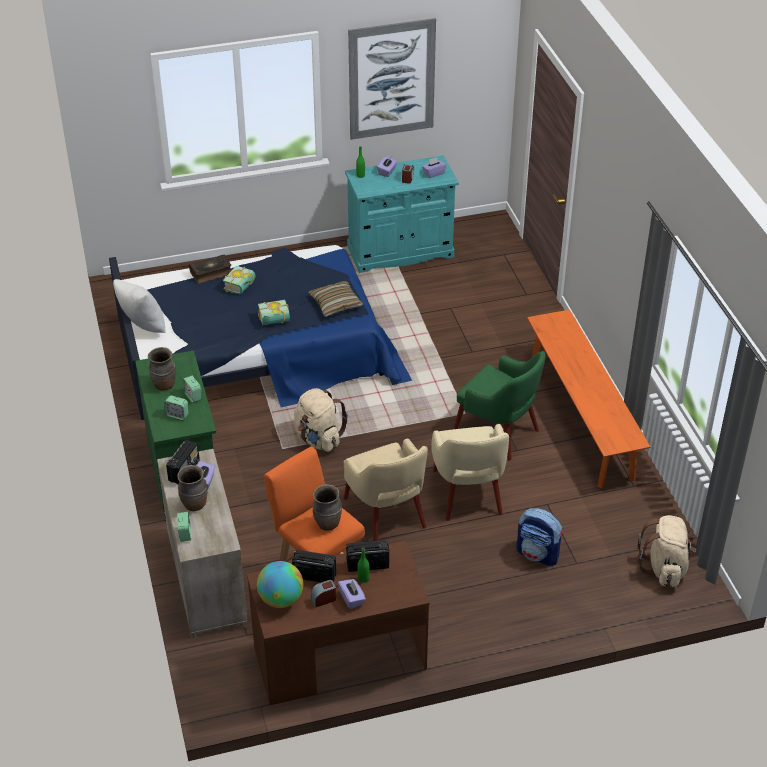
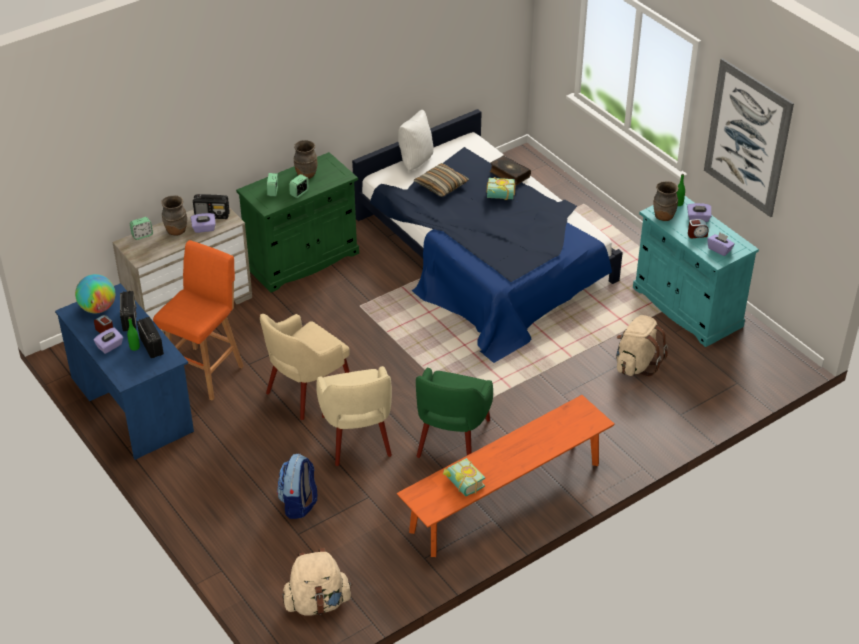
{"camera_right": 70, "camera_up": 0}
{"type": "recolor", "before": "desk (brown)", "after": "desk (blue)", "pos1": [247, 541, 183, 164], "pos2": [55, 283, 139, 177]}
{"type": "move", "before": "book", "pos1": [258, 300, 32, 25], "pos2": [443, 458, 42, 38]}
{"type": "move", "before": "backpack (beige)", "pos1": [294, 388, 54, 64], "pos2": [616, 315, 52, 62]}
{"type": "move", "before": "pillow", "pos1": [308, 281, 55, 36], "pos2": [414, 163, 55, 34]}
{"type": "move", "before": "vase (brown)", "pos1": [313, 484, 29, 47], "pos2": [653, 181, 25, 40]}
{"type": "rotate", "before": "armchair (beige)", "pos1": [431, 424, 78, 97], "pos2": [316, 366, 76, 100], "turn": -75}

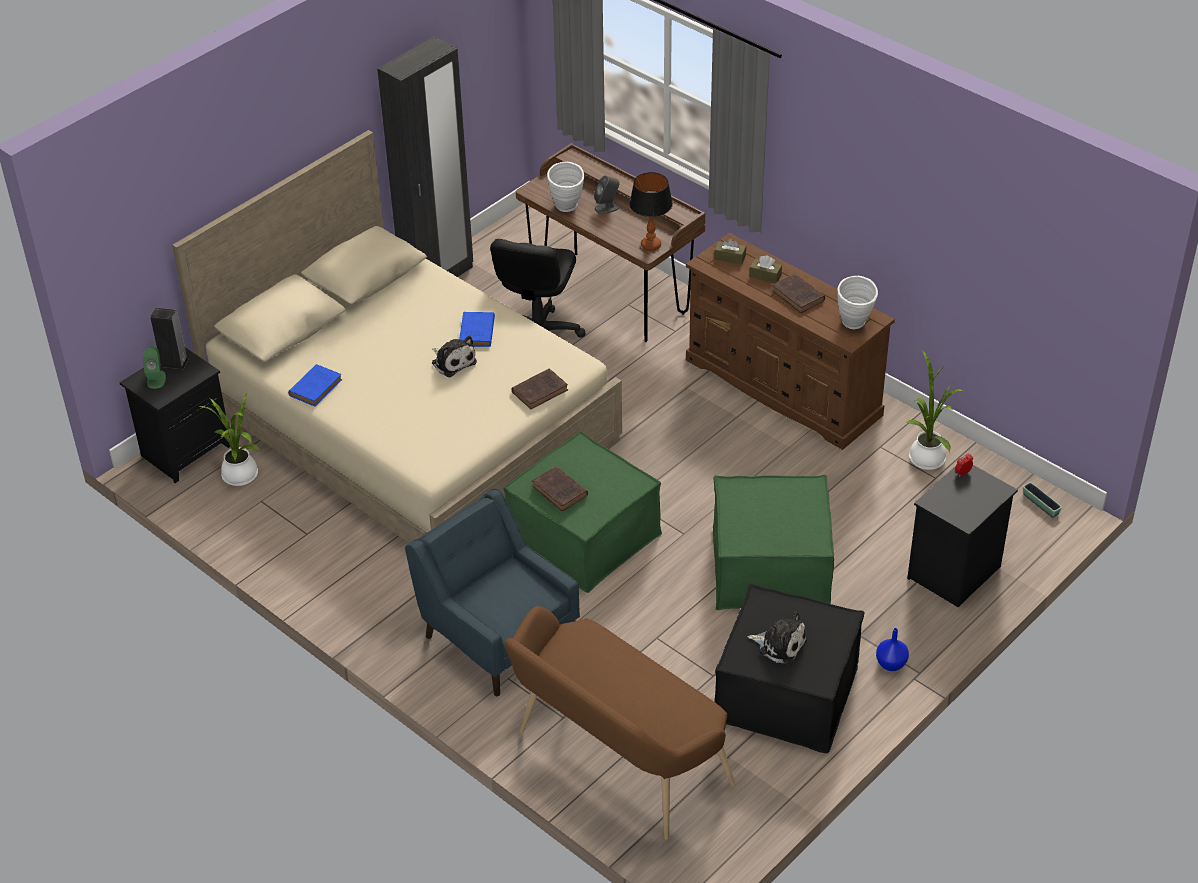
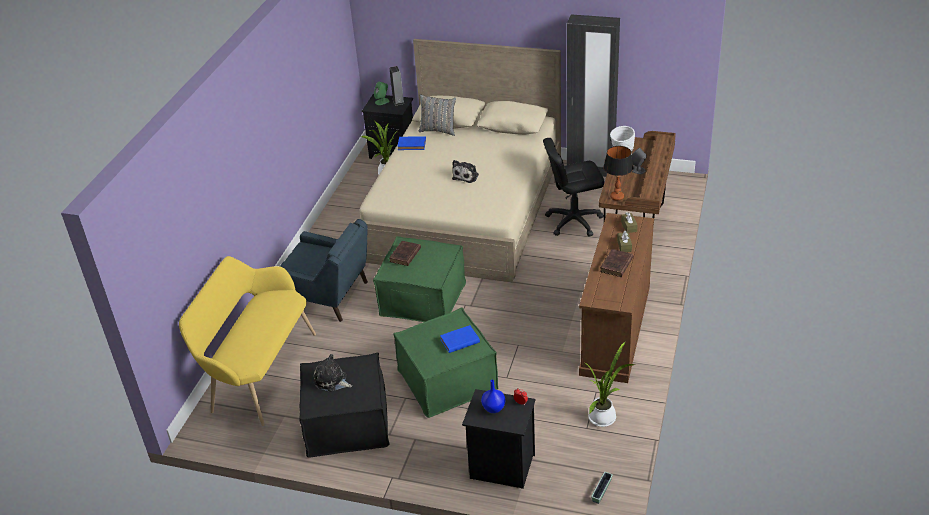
{"camera_right": 65, "camera_up": -5}
{"type": "rotate", "before": "armchair (blue)", "pos1": [405, 488, 175, 208], "pos2": [280, 219, 88, 103], "turn": 90}
{"type": "move", "before": "book (blue)", "pos1": [459, 312, 36, 35], "pos2": [440, 325, 40, 28]}
{"type": "recolor", "before": "bench (brown)", "after": "bench (yellow)", "pos1": [504, 606, 232, 234], "pos2": [179, 256, 137, 170]}
{"type": "delete", "before": "book (brown)", "pos1": [512, 368, 56, 41]}
{"type": "rotate", "before": "plush toy", "pos1": [747, 611, 60, 54], "pos2": [313, 354, 39, 38], "turn": 120}
{"type": "delete", "before": "vase (white)", "pos1": [837, 276, 41, 53]}
{"type": "move", "before": "vase (blue)", "pos1": [876, 628, 33, 43], "pos2": [481, 380, 24, 33]}
{"type": "insert", "after": "pillow (grey)", "pos2": [418, 95, 38, 41]}

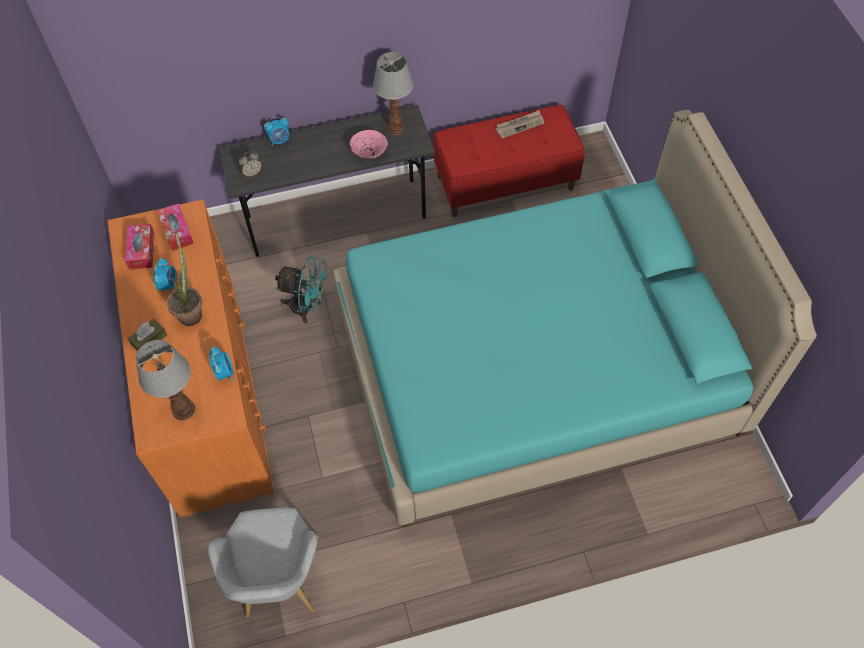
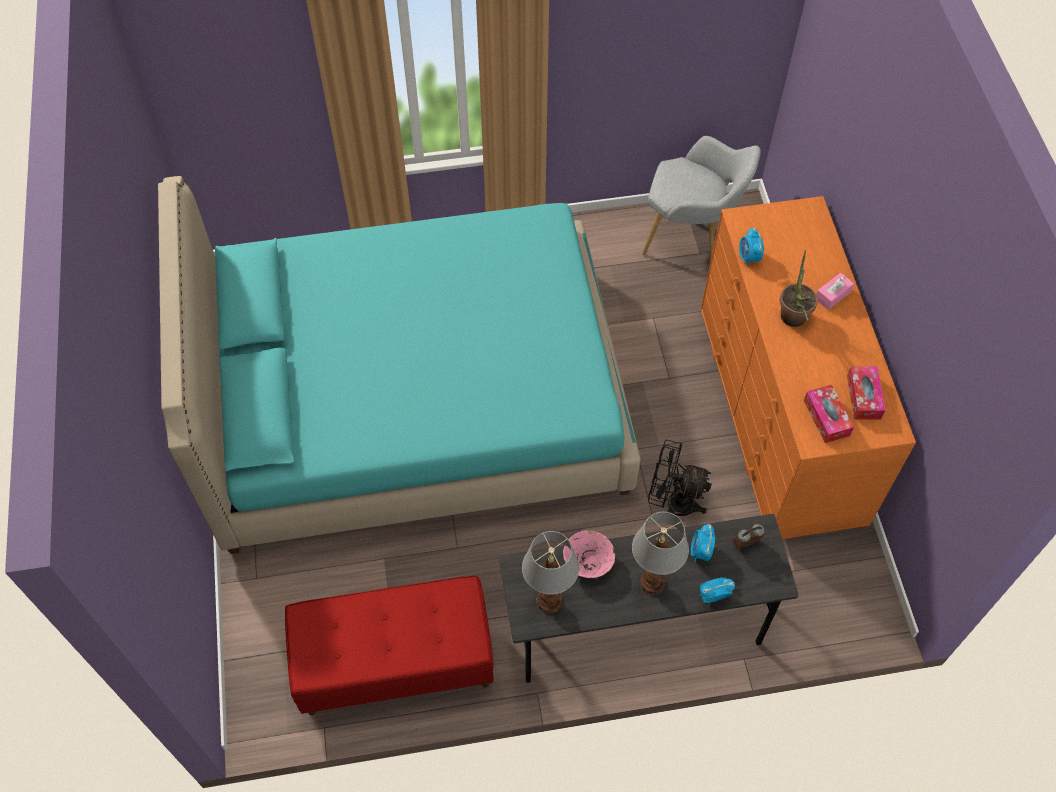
{"camera_right": -175, "camera_up": 0}
{"type": "recolor", "before": "tissue box (brown)", "after": "tissue box (pink)", "pos1": [128, 318, 39, 34], "pos2": [816, 273, 38, 37]}
{"type": "move", "before": "table lamp", "pos1": [136, 340, 59, 80], "pos2": [632, 512, 57, 83]}
{"type": "move", "before": "alarm clock", "pos1": [153, 258, 24, 35], "pos2": [691, 524, 24, 38]}
{"type": "rotate", "before": "armchair (grey)", "pos1": [208, 508, 111, 110], "pos2": [642, 136, 119, 126], "turn": 105}
{"type": "recolor", "before": "fan (turquoise)", "after": "fan (black)", "pos1": [275, 256, 53, 67], "pos2": [648, 440, 64, 76]}
{"type": "delete", "before": "newspaper", "pos1": [496, 110, 48, 28]}

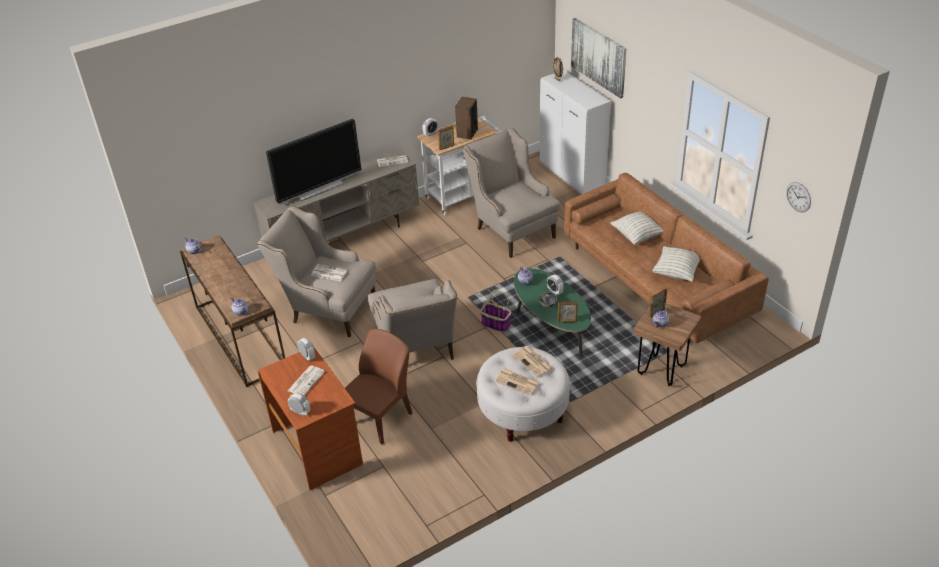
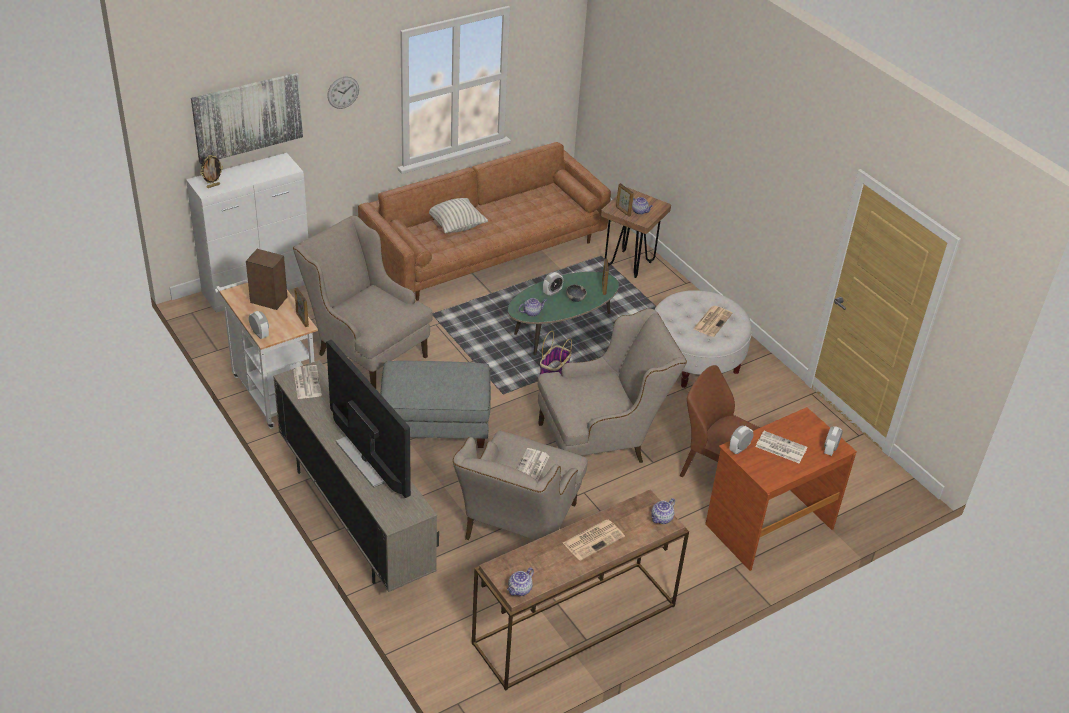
{"camera_right": -95, "camera_up": 0}
{"type": "rotate", "before": "armchair (beige)", "pos1": [462, 128, 98, 130], "pos2": [293, 216, 140, 173], "turn": 75}
{"type": "move", "before": "newspaper", "pos1": [512, 346, 41, 31], "pos2": [563, 520, 62, 41]}
{"type": "delete", "before": "pillow", "pos1": [652, 246, 48, 36]}
{"type": "move", "before": "wall clock", "pos1": [786, 182, 25, 30], "pos2": [327, 76, 32, 33]}
{"type": "insert", "after": "ottoman (grey)", "pos2": [380, 361, 111, 87]}

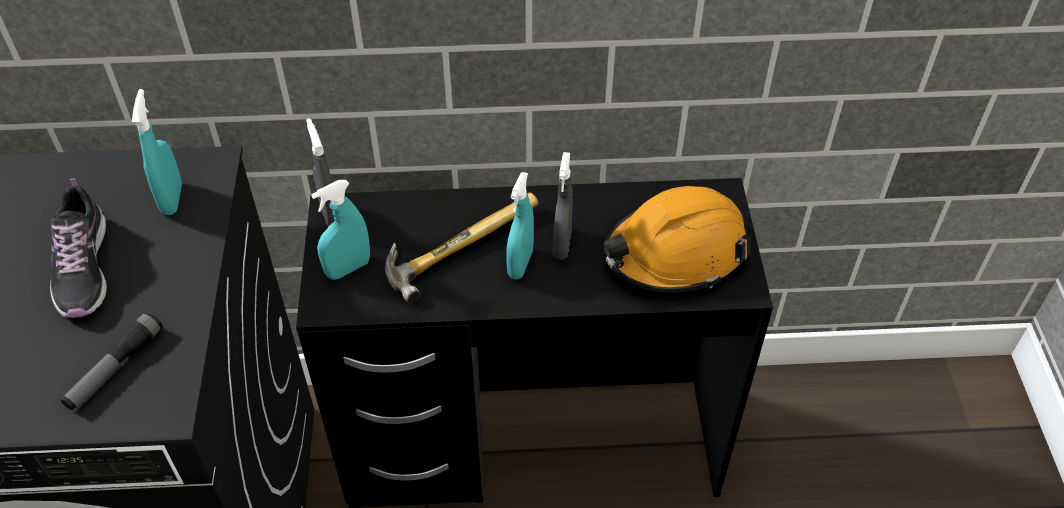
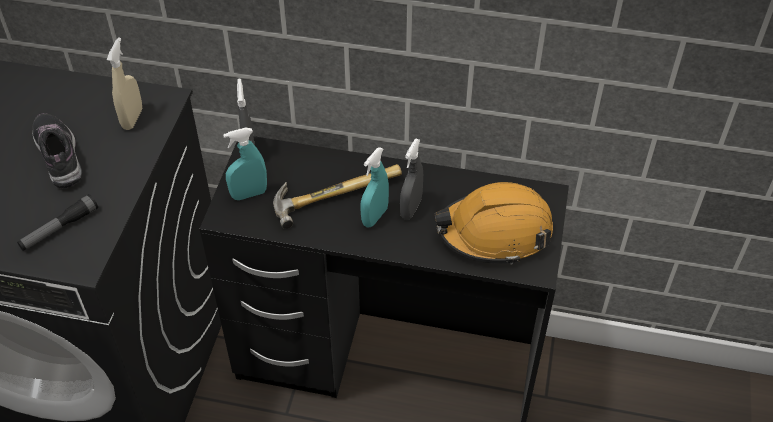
{"camera_right": 15, "camera_up": 0}
{"type": "rotate", "before": "shoe", "pos1": [50, 179, 57, 139], "pos2": [32, 113, 51, 75], "turn": 150}
{"type": "recolor", "before": "spray bottle (turquoise)", "after": "spray bottle (beige)", "pos1": [132, 89, 50, 126], "pos2": [107, 37, 35, 93]}

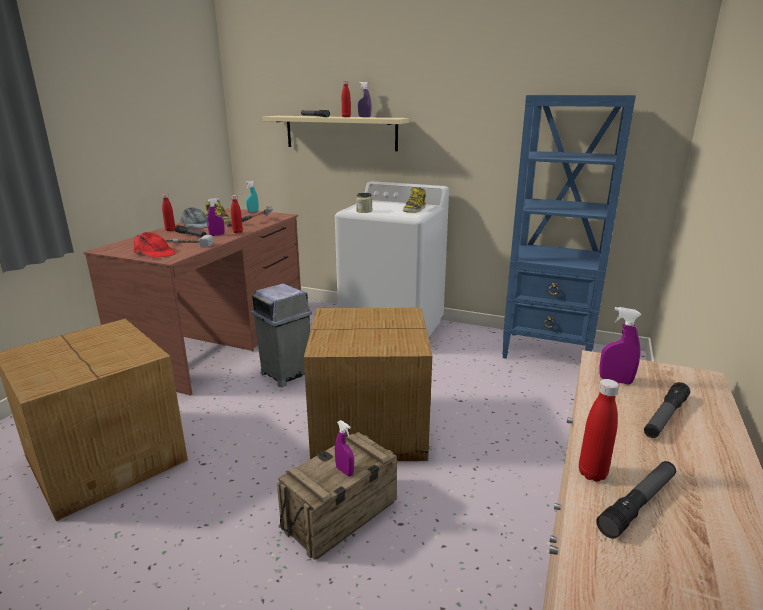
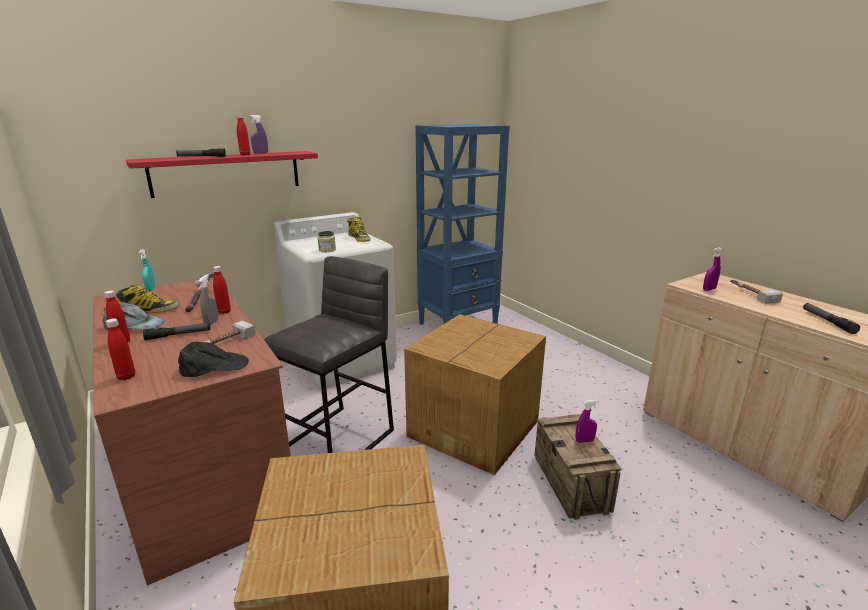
{"camera_right": -55, "camera_up": 0}
{"type": "recolor", "before": "cap (red)", "after": "cap (black)", "pos1": [134, 232, 42, 26], "pos2": [178, 342, 71, 35]}
{"type": "recolor", "before": "spray bottle (purple)", "after": "spray bottle (grey)", "pos1": [207, 198, 18, 38], "pos2": [199, 274, 19, 51]}
{"type": "replace", "before": "trash can (grey)", "after": "stool (grey)", "pos1": [251, 283, 61, 104], "pos2": [264, 256, 130, 197]}
{"type": "recolor", "before": "shelf (beige)", "after": "shelf (red)", "pos1": [263, 116, 147, 35], "pos2": [126, 151, 192, 47]}
{"type": "move", "before": "bottle (red)", "pos1": [579, 379, 40, 103], "pos2": [106, 318, 29, 62]}
{"type": "replace", "before": "flashlight", "after": "hammer", "pos1": [644, 382, 46, 56], "pos2": [730, 280, 53, 24]}

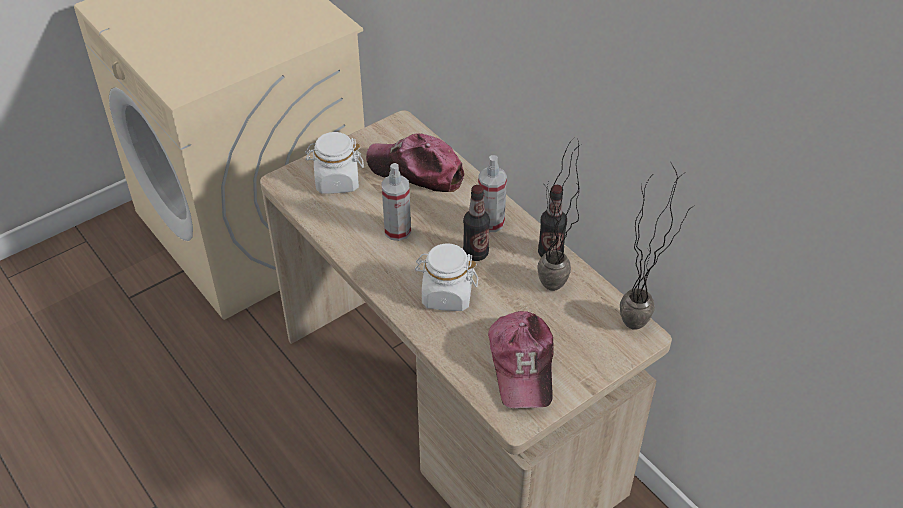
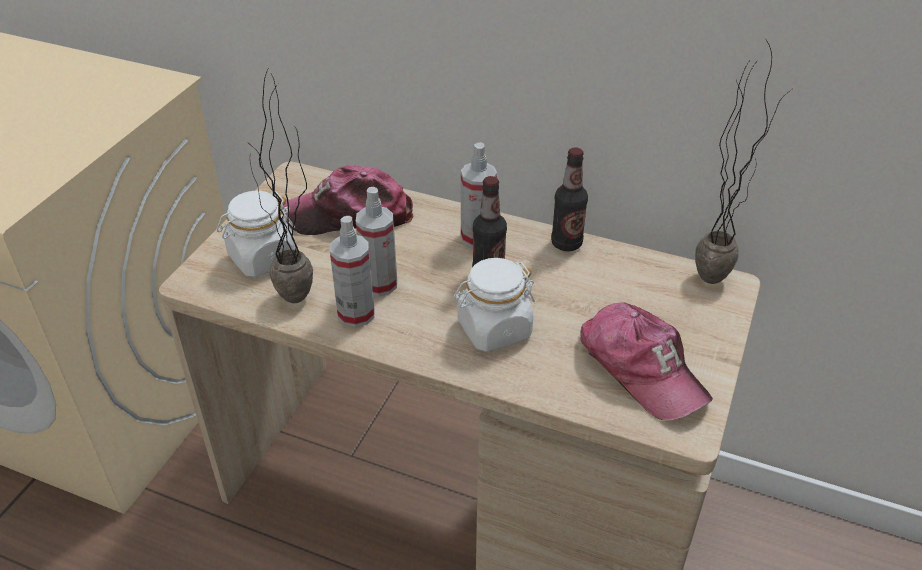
{"camera_right": -30, "camera_up": -5}
{"type": "move", "before": "potted plant", "pos1": [537, 139, 43, 152], "pos2": [250, 69, 63, 234]}
{"type": "insert", "after": "spray bottle", "pos2": [330, 216, 45, 111]}

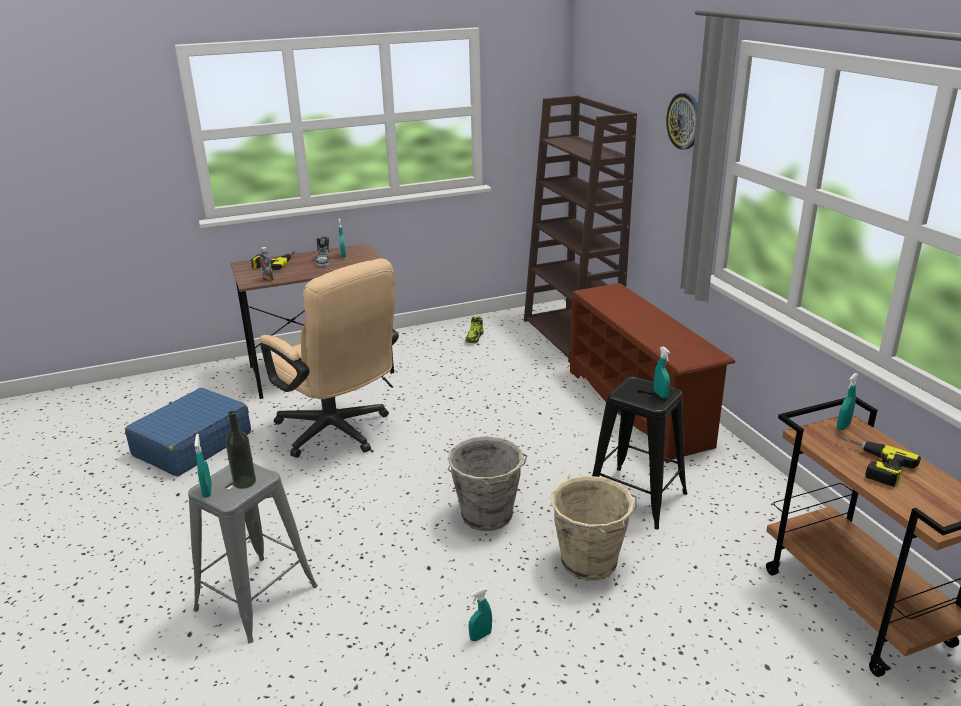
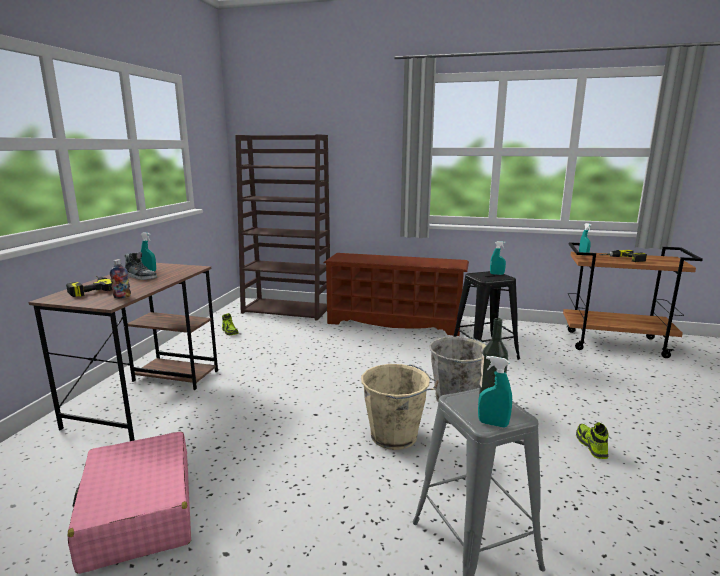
{"camera_right": -55, "camera_up": -10}
{"type": "recolor", "before": "suitcase (blue)", "after": "suitcase (pink)", "pos1": [125, 388, 126, 89], "pos2": [68, 432, 123, 142]}
{"type": "delete", "before": "office chair (beige)", "pos1": [260, 258, 139, 200]}
{"type": "replace", "before": "spray bottle (turquoise)", "after": "shoe", "pos1": [469, 588, 23, 53], "pos2": [576, 422, 33, 37]}
{"type": "move", "before": "bucket (beige)", "pos1": [551, 476, 86, 104], "pos2": [361, 364, 78, 86]}
{"type": "delete", "before": "wall clock", "pos1": [666, 93, 32, 57]}

